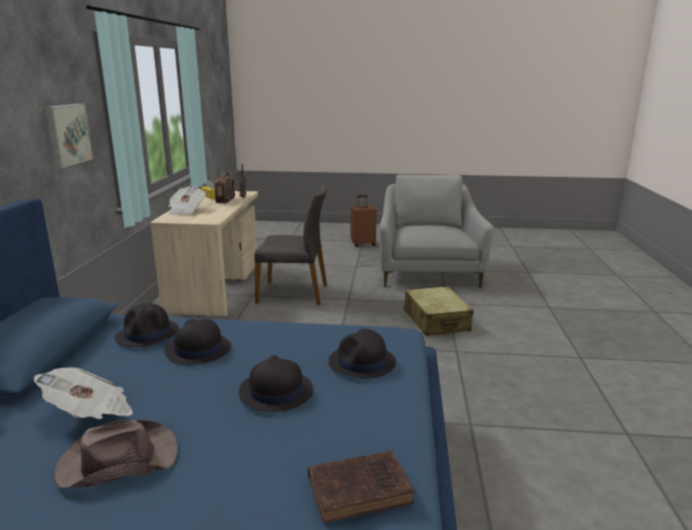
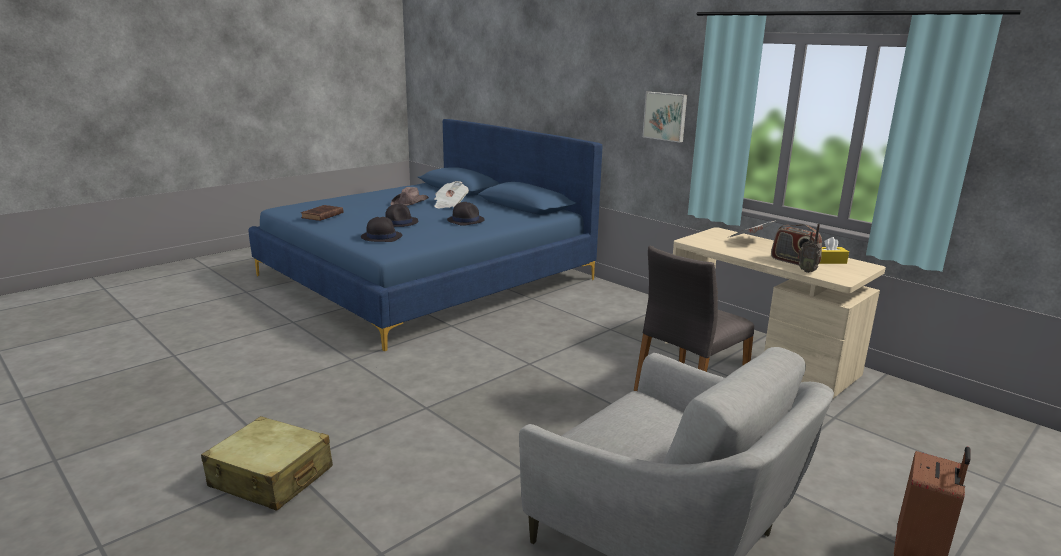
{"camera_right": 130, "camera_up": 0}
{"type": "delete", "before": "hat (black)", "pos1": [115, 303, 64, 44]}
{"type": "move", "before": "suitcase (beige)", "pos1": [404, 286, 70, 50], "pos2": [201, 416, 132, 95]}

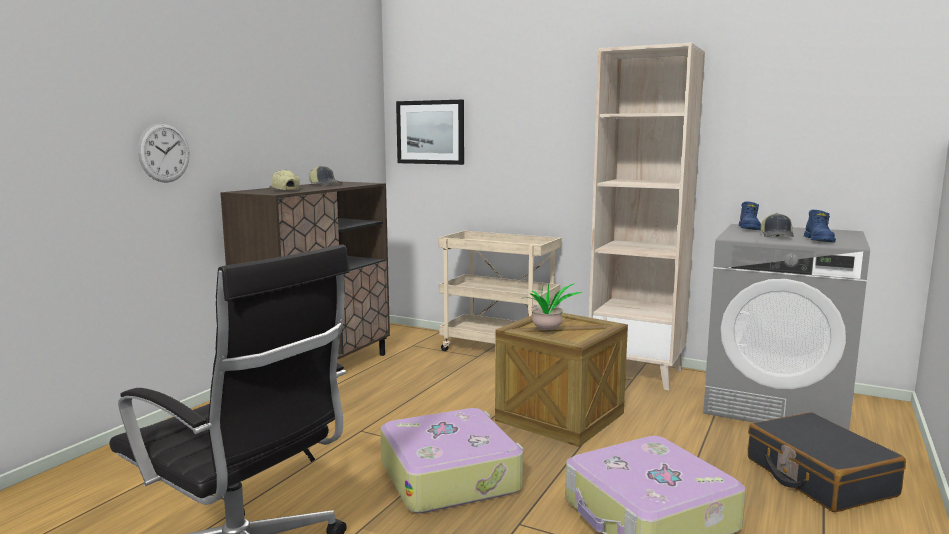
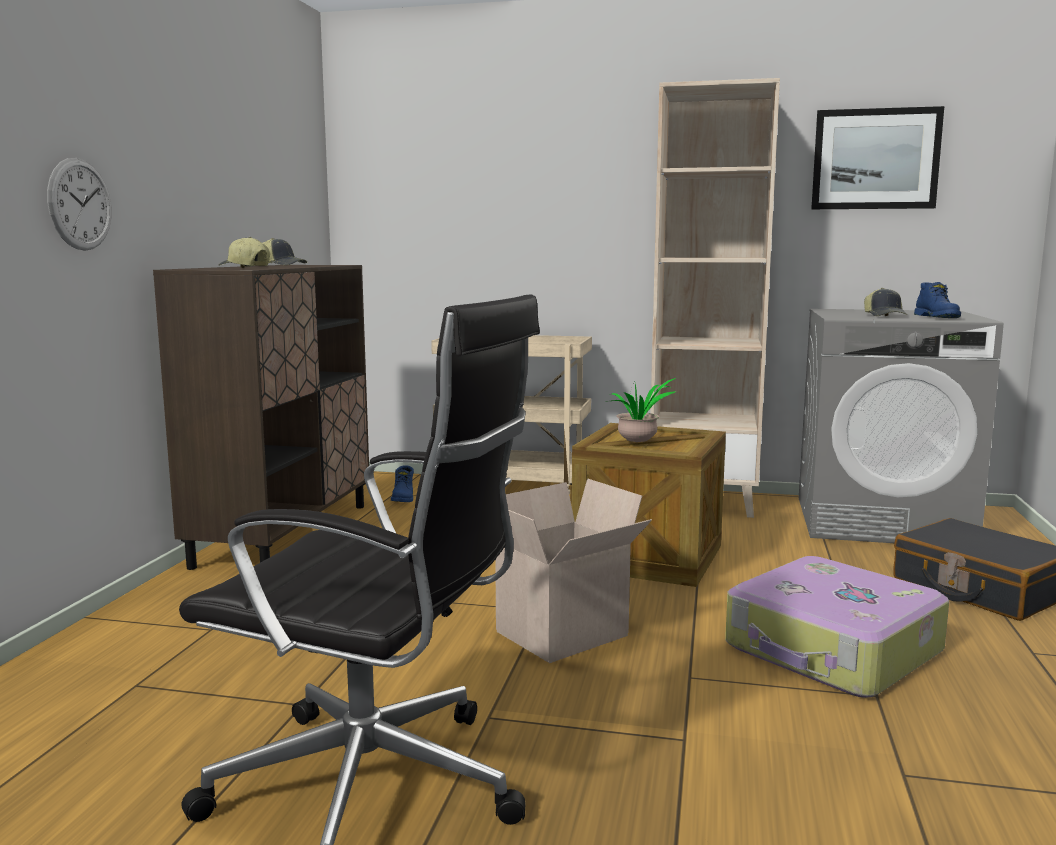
{"camera_right": -15, "camera_up": 0}
{"type": "replace", "before": "suitcase", "after": "cardboard box", "pos1": [380, 408, 144, 105], "pos2": [495, 478, 157, 185]}
{"type": "move", "before": "picture", "pos1": [396, 100, 68, 65], "pos2": [811, 106, 133, 103]}
{"type": "move", "before": "boot (blue)", "pos1": [739, 201, 22, 29], "pos2": [391, 465, 23, 37]}

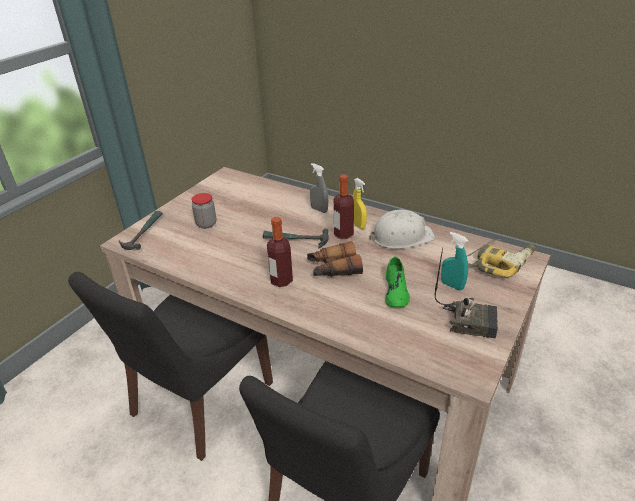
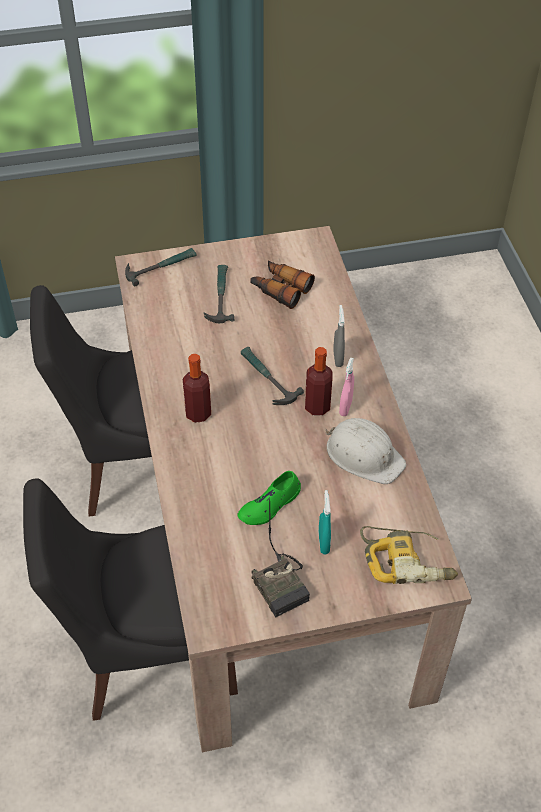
{"camera_right": 45, "camera_up": 15}
{"type": "replace", "before": "jar", "after": "hammer", "pos1": [191, 193, 25, 36], "pos2": [204, 265, 30, 58]}
{"type": "move", "before": "binoculars", "pos1": [307, 241, 56, 36], "pos2": [250, 261, 65, 48]}
{"type": "recolor", "before": "spray bottle (yellow)", "after": "spray bottle (pink)", "pos1": [353, 178, 14, 51], "pos2": [339, 358, 15, 58]}

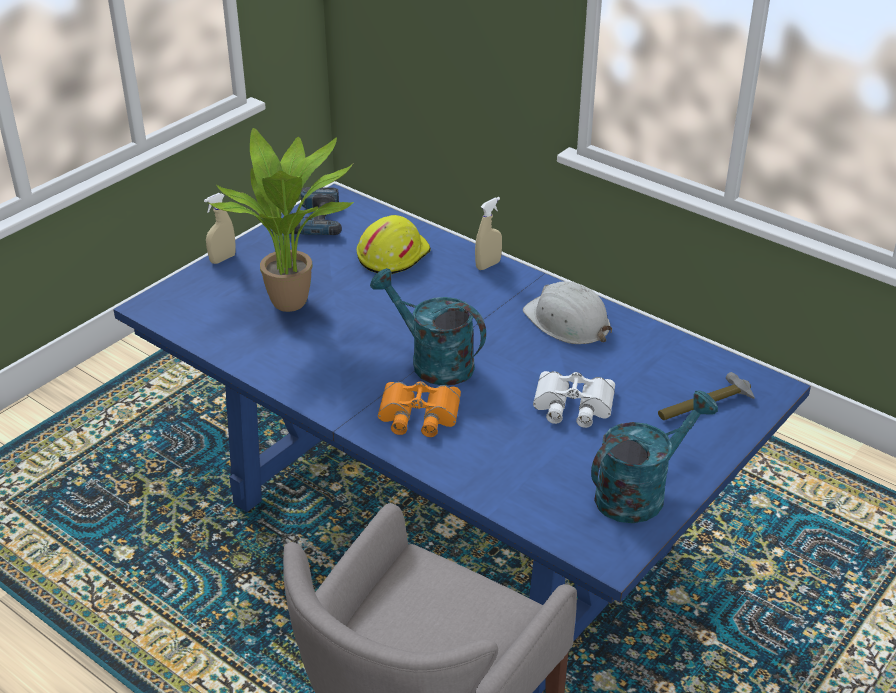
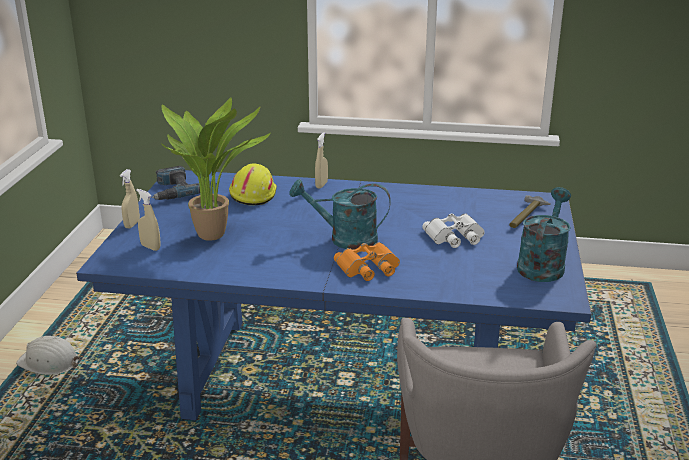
{"camera_right": -30, "camera_up": -10}
{"type": "move", "before": "hard hat (white)", "pos1": [523, 281, 89, 63], "pos2": [16, 336, 64, 39]}
{"type": "insert", "after": "spray bottle (beige)", "pos2": [136, 189, 25, 62]}

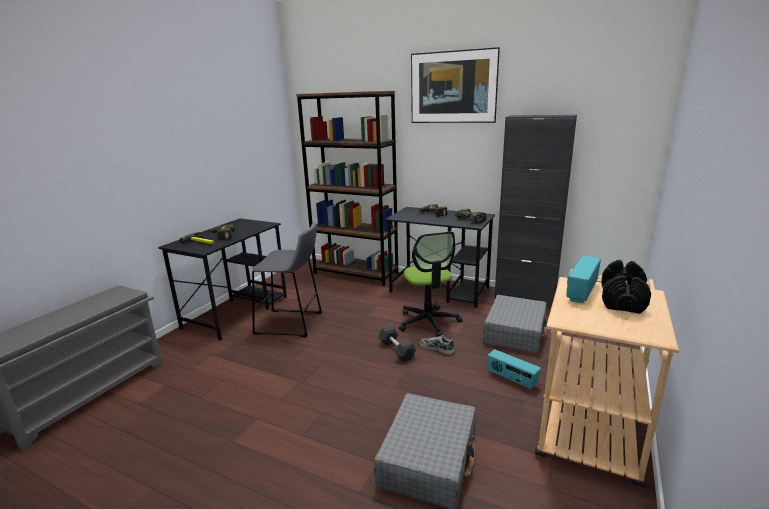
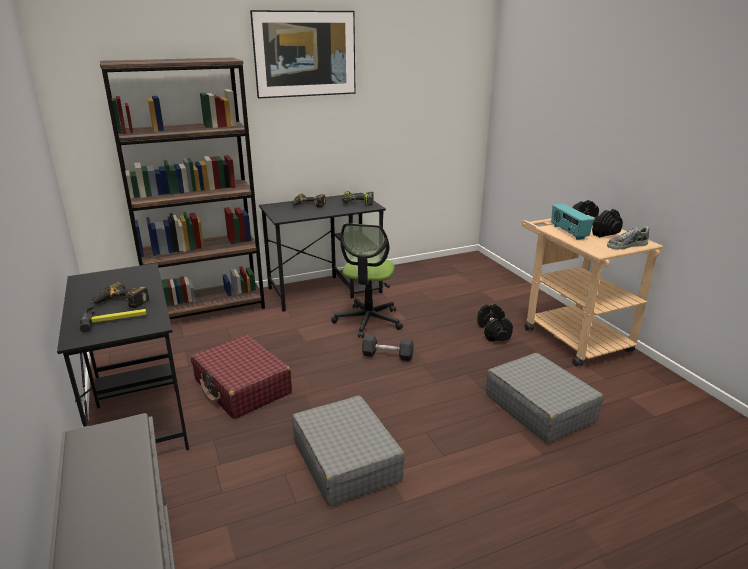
{"camera_right": -50, "camera_up": 5}
{"type": "replace", "before": "stool (grey)", "after": "suitcase (red)", "pos1": [252, 222, 70, 115], "pos2": [191, 335, 101, 84]}
{"type": "rotate", "before": "office chair", "pos1": [399, 231, 63, 106], "pos2": [331, 223, 72, 115], "turn": 75}
{"type": "move", "before": "shoe", "pos1": [420, 335, 35, 20], "pos2": [607, 226, 42, 23]}
{"type": "move", "before": "suitcase (grey)", "pos1": [483, 295, 64, 58], "pos2": [292, 396, 113, 110]}
{"type": "replace", "before": "radio", "after": "dumbbell (black)", "pos1": [488, 349, 53, 41], "pos2": [477, 304, 36, 37]}
{"type": "delete", "before": "cabinet (black)", "pos1": [494, 115, 83, 192]}

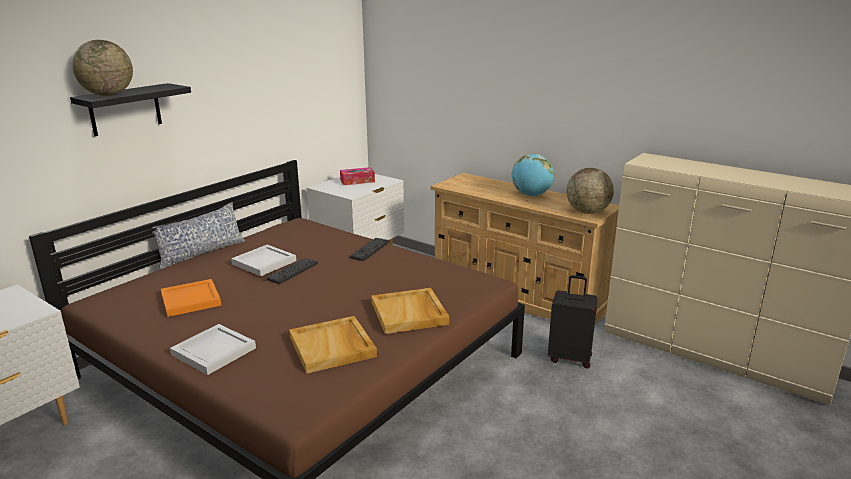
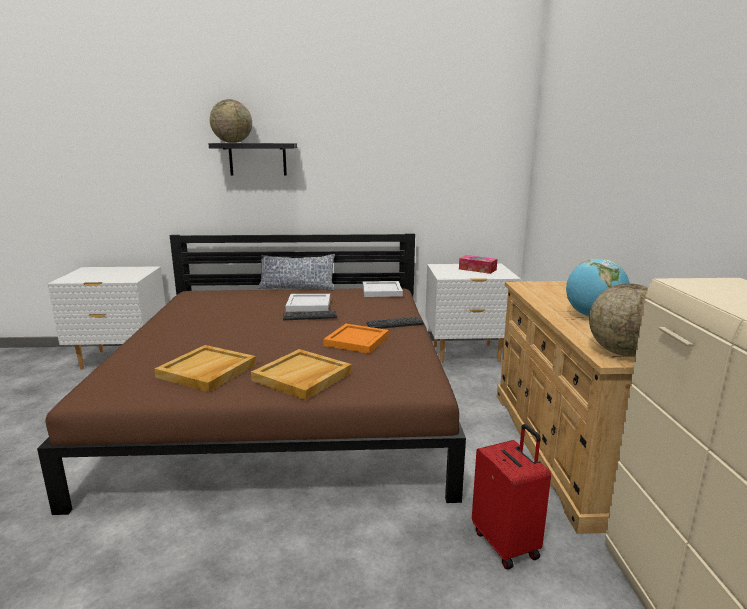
{"camera_right": 50, "camera_up": -5}
{"type": "move", "before": "tray (orange)", "pos1": [161, 279, 60, 38], "pos2": [323, 324, 66, 30]}
{"type": "move", "before": "tray (white)", "pos1": [170, 324, 86, 51], "pos2": [363, 281, 40, 16]}
{"type": "recolor", "before": "suitcase (black)", "after": "suitcase (red)", "pos1": [548, 275, 50, 93], "pos2": [472, 424, 79, 145]}

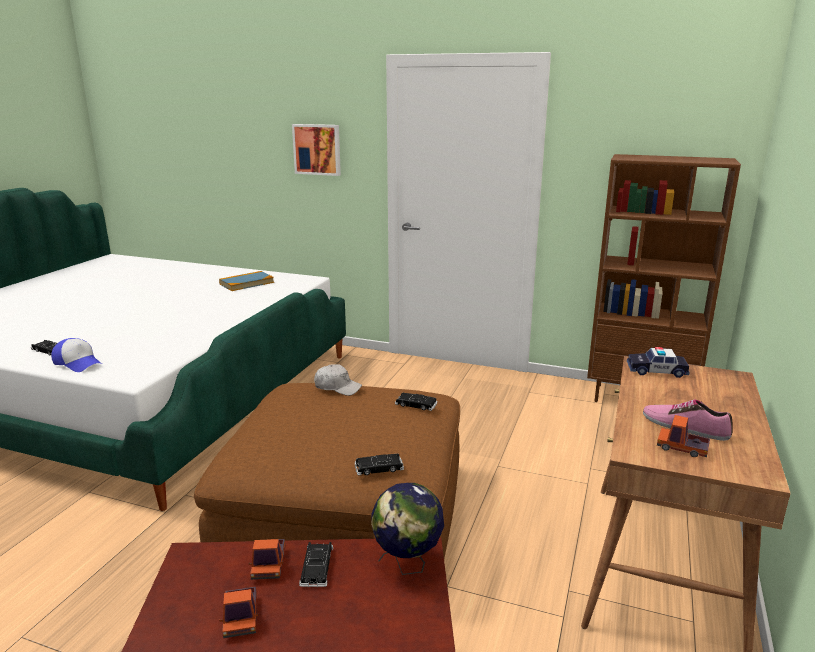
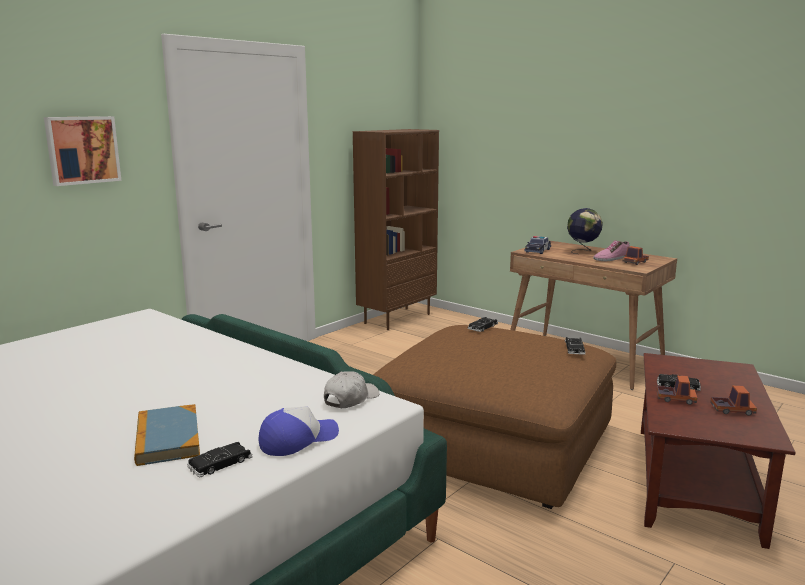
{"camera_right": -70, "camera_up": -5}
{"type": "move", "before": "book", "pos1": [219, 271, 55, 20], "pos2": [134, 404, 66, 62]}
{"type": "move", "before": "cap (white)", "pos1": [314, 364, 48, 32], "pos2": [324, 371, 56, 37]}
{"type": "move", "before": "globe", "pos1": [371, 483, 73, 92], "pos2": [567, 208, 36, 46]}

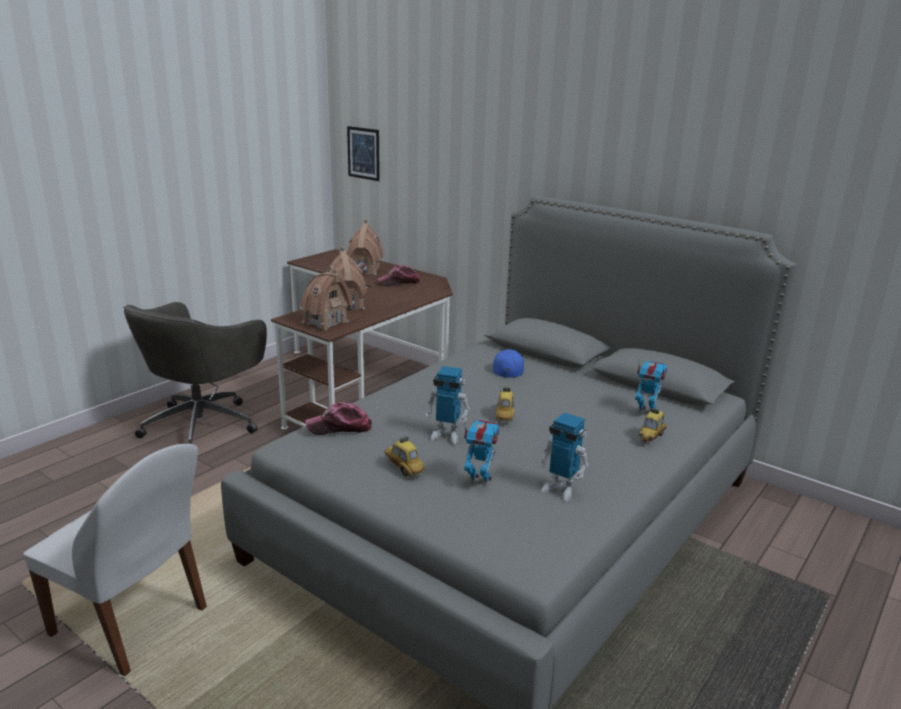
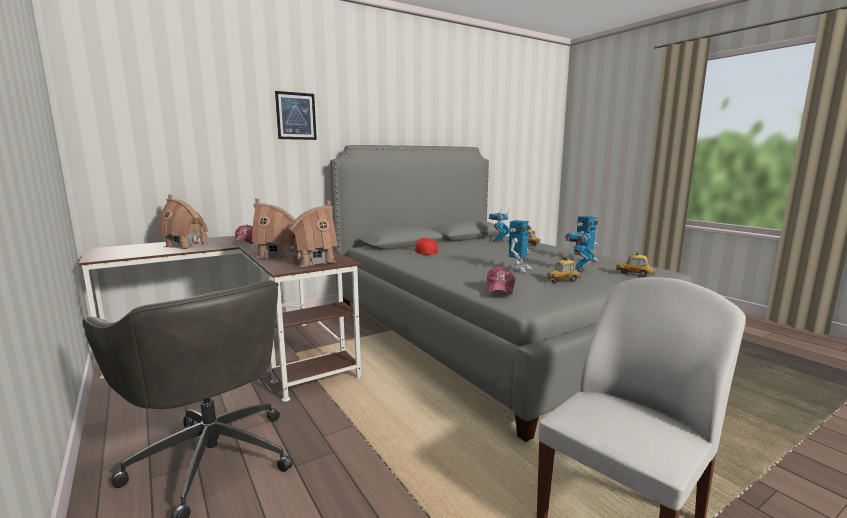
{"camera_right": -70, "camera_up": -10}
{"type": "move", "before": "picture", "pos1": [347, 126, 33, 55], "pos2": [275, 91, 42, 49]}
{"type": "recolor", "before": "cap (blue)", "after": "cap (red)", "pos1": [493, 349, 33, 29], "pos2": [406, 238, 32, 17]}
{"type": "move", "before": "toy car", "pos1": [496, 387, 18, 36], "pos2": [616, 251, 39, 26]}

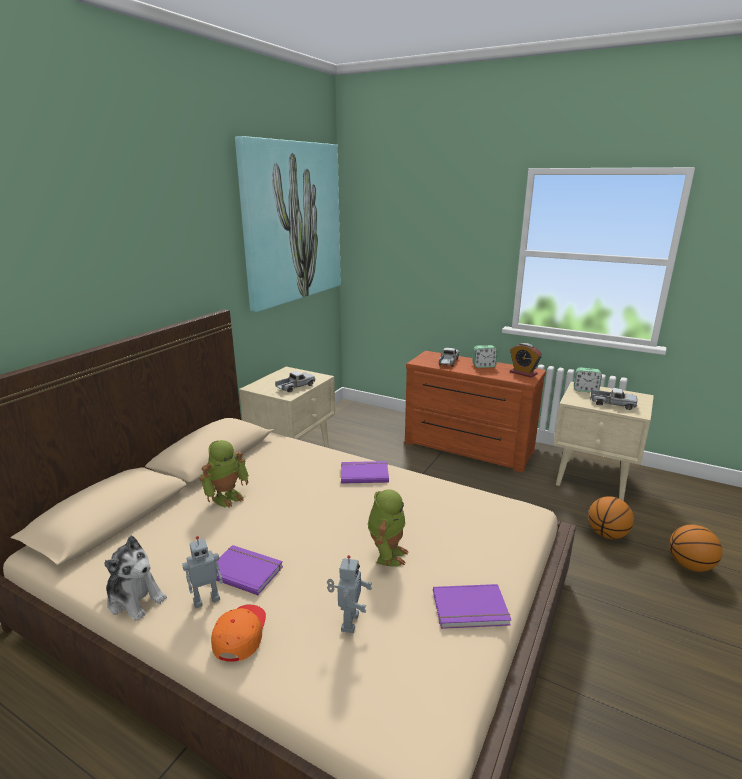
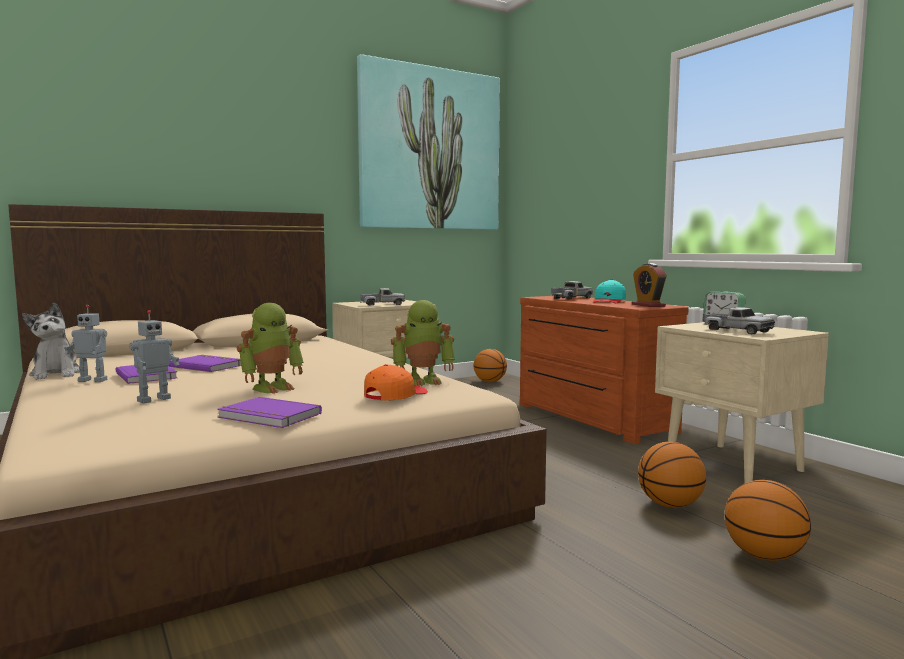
{"camera_right": 30, "camera_up": -15}
{"type": "move", "before": "toy robot", "pos1": [199, 440, 50, 68], "pos2": [391, 300, 64, 86]}
{"type": "move", "before": "cap (orange)", "pos1": [211, 605, 55, 57], "pos2": [364, 364, 64, 36]}
{"type": "move", "before": "book (purple)", "pos1": [341, 461, 48, 23], "pos2": [169, 355, 72, 17]}
{"type": "replace", "before": "alarm clock", "after": "cap (turquoise)", "pos1": [473, 345, 25, 23], "pos2": [593, 279, 33, 24]}
{"type": "insert", "after": "basketball", "pos2": [474, 349, 33, 33]}

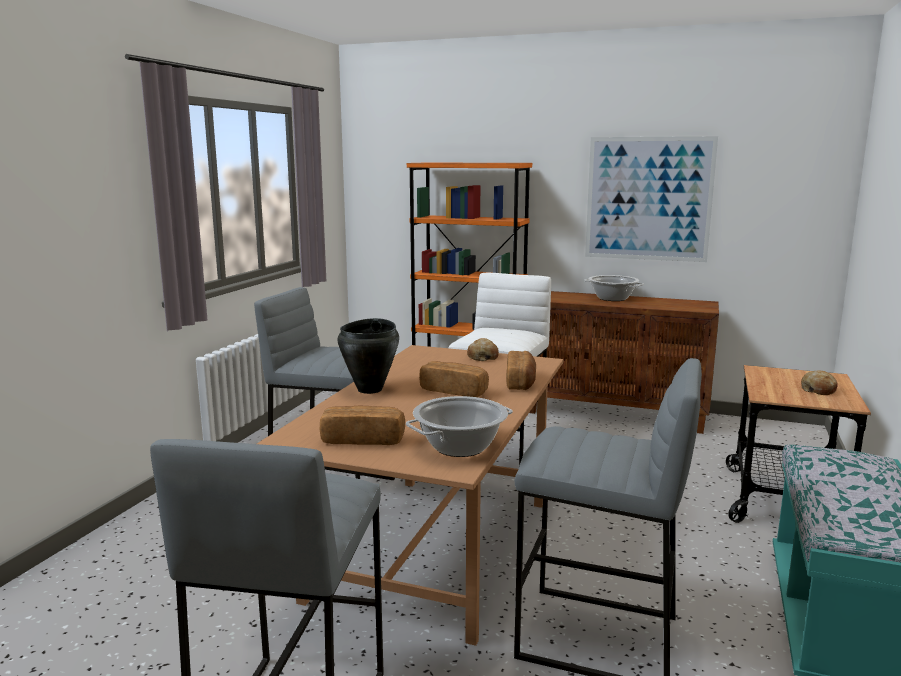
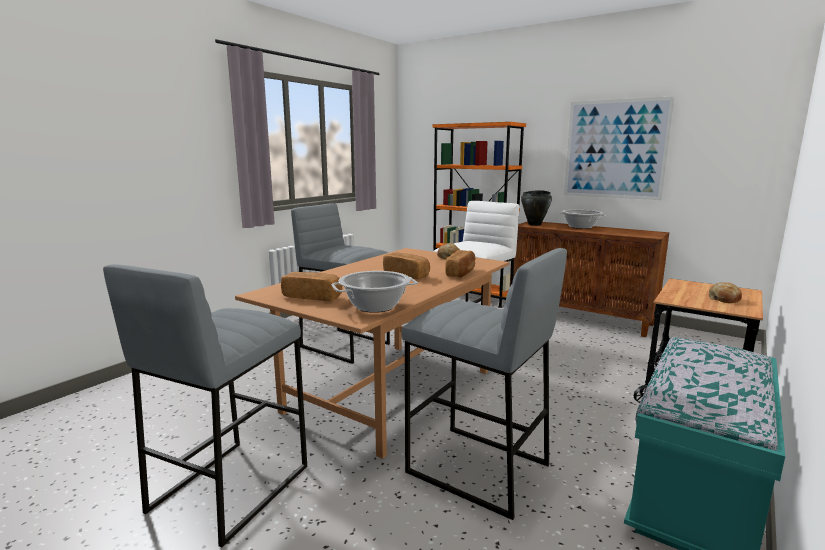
{"camera_right": 15, "camera_up": 0}
{"type": "move", "before": "cooking pot (black)", "pos1": [337, 318, 62, 76], "pos2": [521, 190, 31, 36]}

